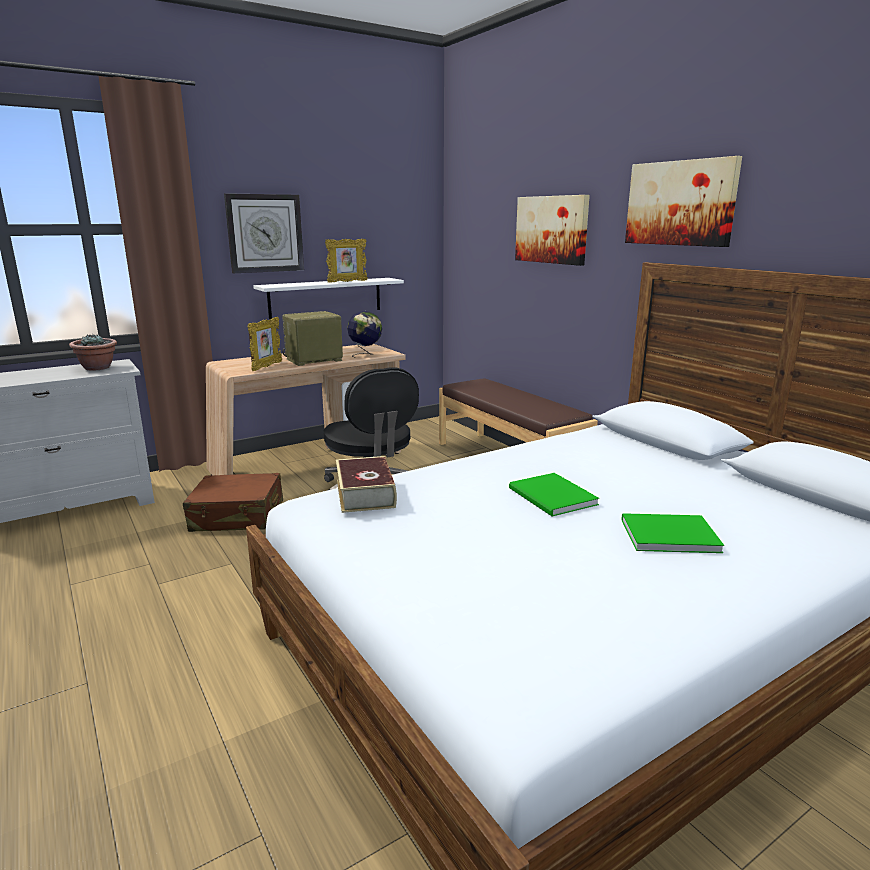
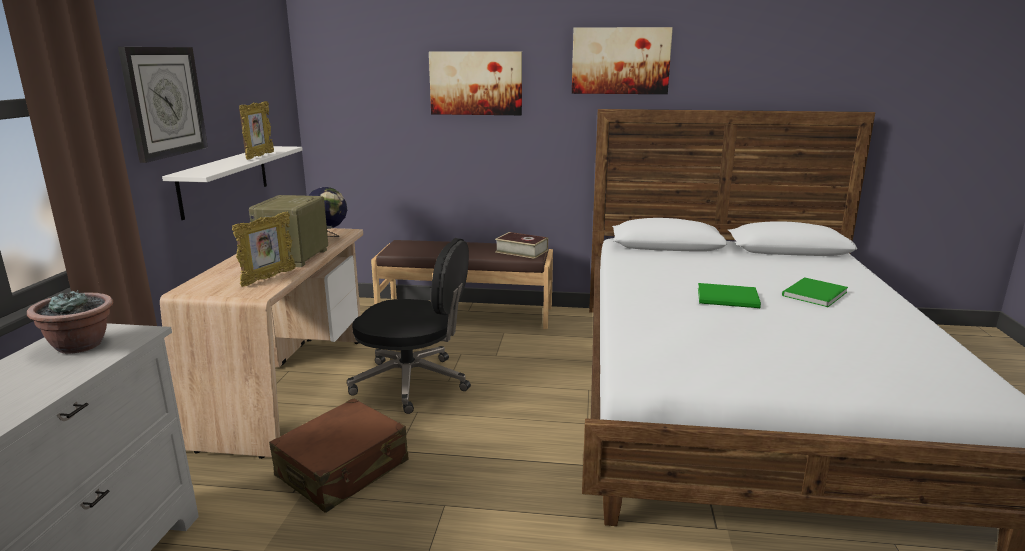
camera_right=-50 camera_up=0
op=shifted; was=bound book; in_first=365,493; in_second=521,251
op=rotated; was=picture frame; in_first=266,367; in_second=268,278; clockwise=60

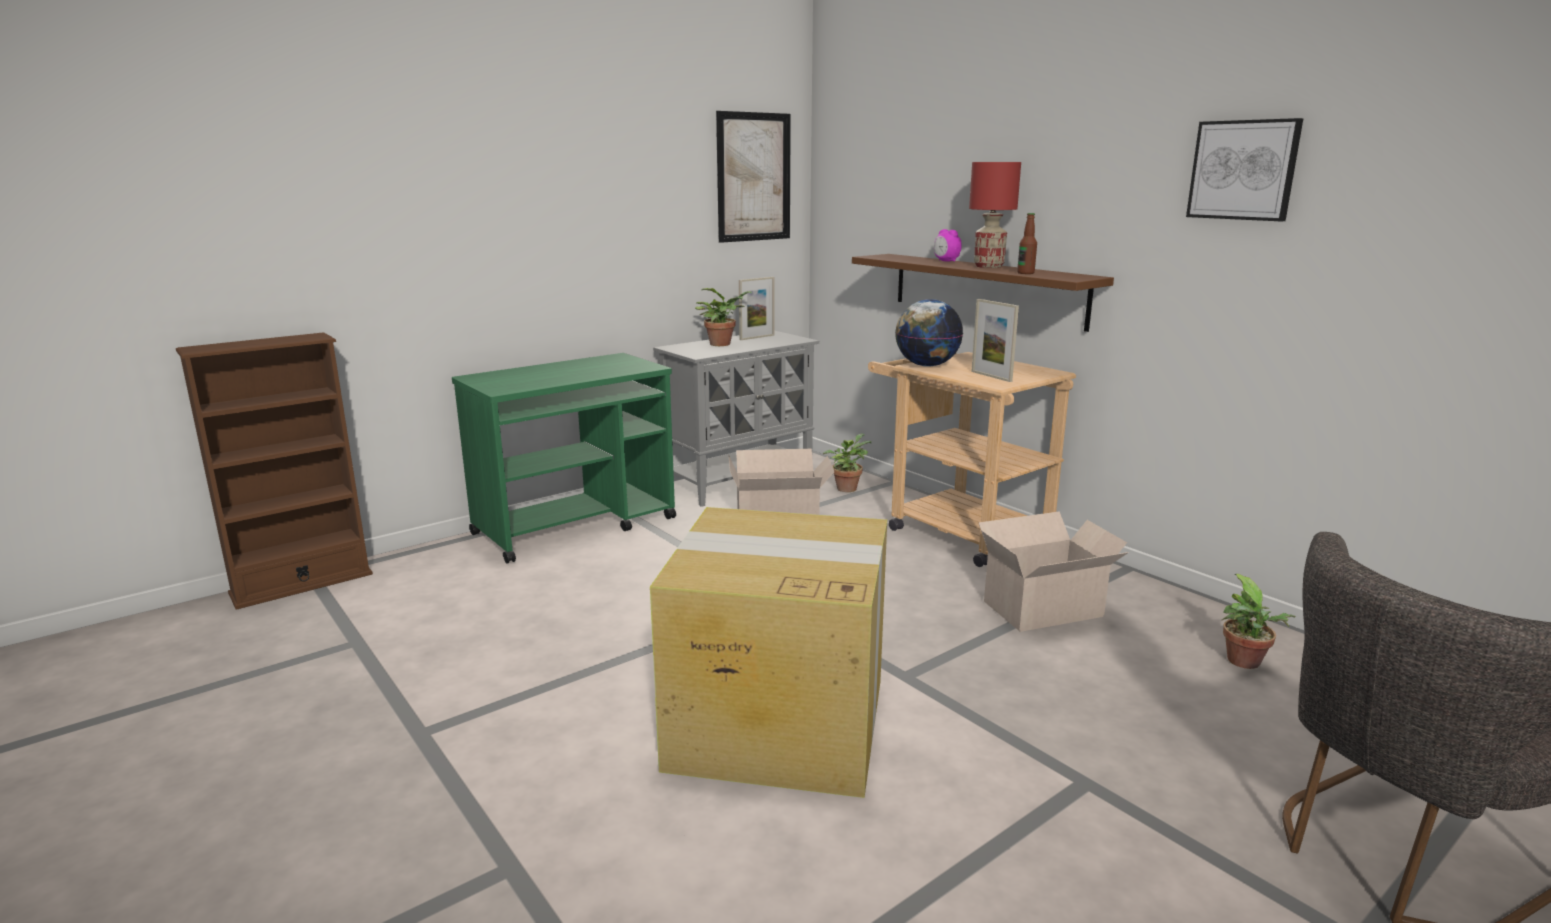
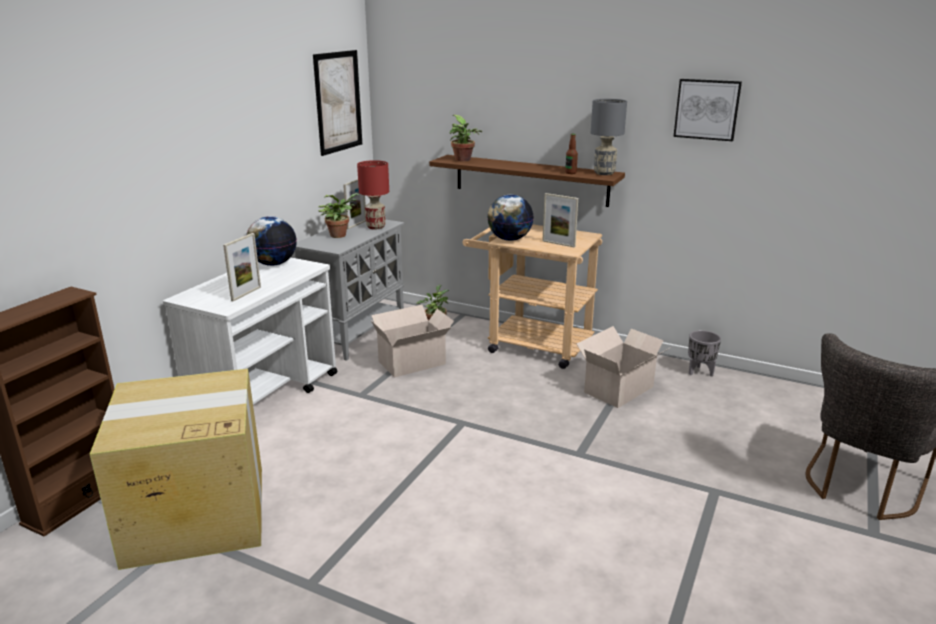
camera_right=-25 camera_up=5
op=gone; was=bedside clock; in_first=946,261
op=new; now=picture frame; in_second=246,294
op=new; now=world globe; in_second=273,264
op=new; now=greyish table lamp; in_second=604,173
op=new; now=greyish flower pot; in_second=700,372
op=shifted; was=carton; in_first=775,723; in_second=194,515
op=shifted; was=red-coloured table lamp; in_first=988,266; in_second=376,227
op=shifted; was=houseplant; in_first=1246,663; in_second=464,160
op=repainted; was=green cart; now=white cart; in_first=576,526; in_second=266,396

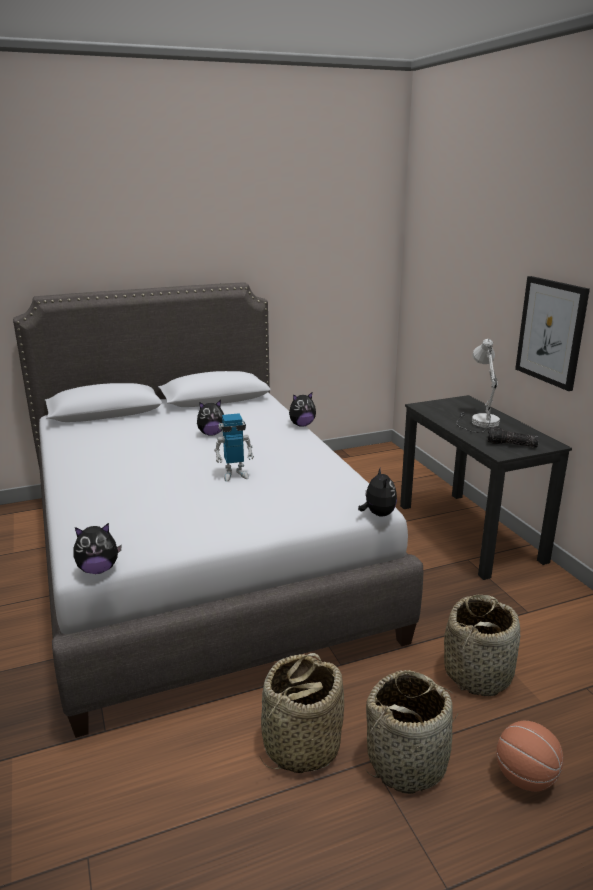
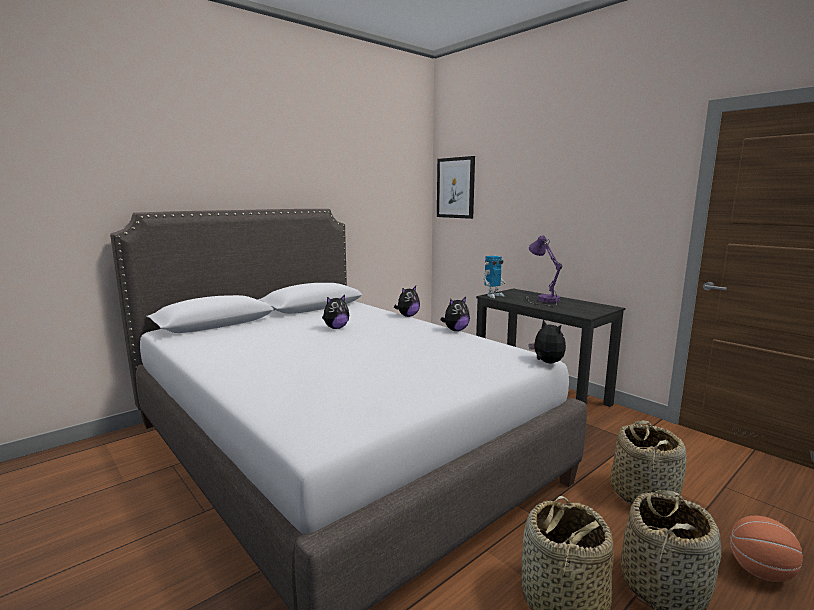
camera_right=-20 camera_up=-10
op=gone; was=torch; in_first=511,445
op=shifted; was=soft toy; in_first=98,569; in_second=455,330
op=shifted; was=robot figure; in_first=235,475; in_second=493,296
op=shifted; was=wall picture; in_first=551,332; in_second=455,188
op=repainted; was=white table lamp; now=purplish table lamp; in_first=476,421; in_second=541,300

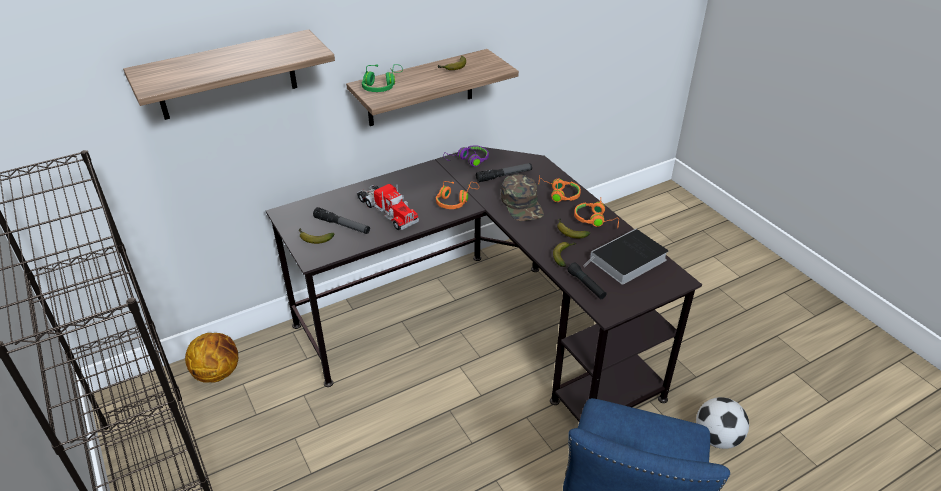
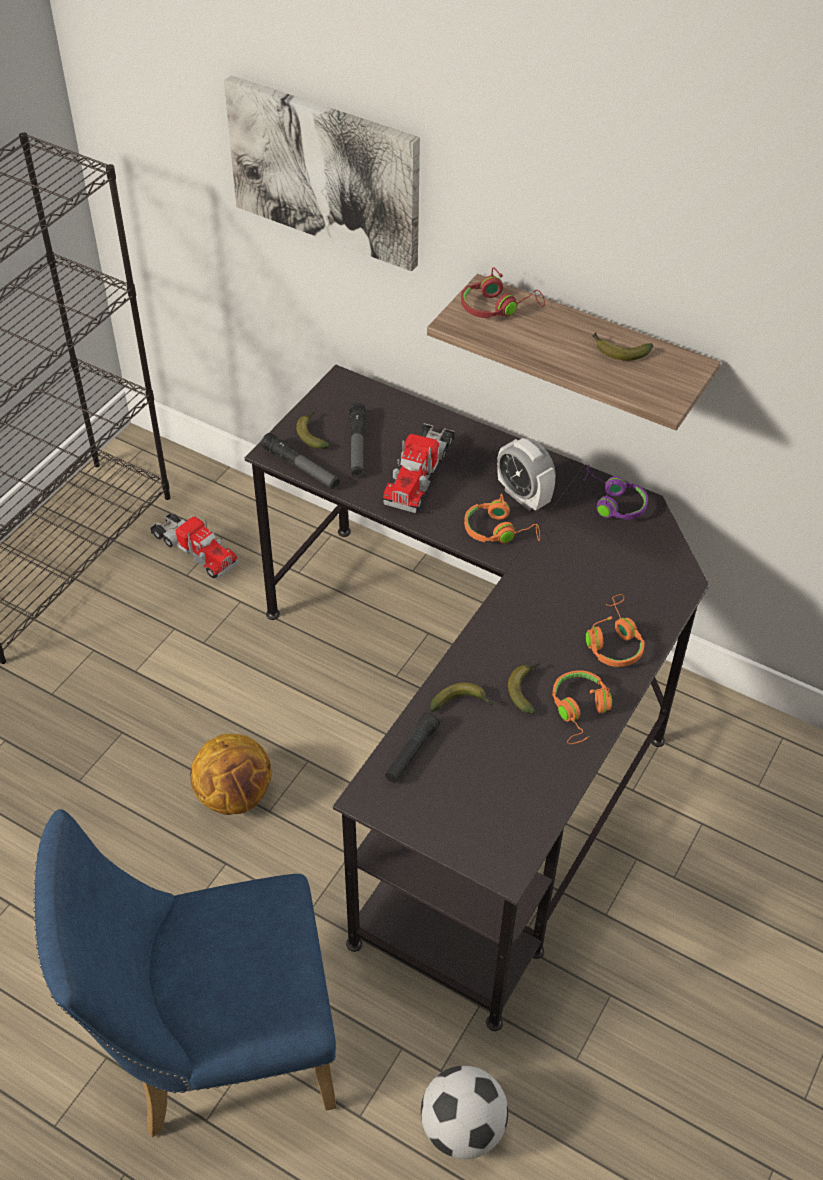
camera_right=60 camera_up=10
op=gone; was=green cap; in_first=522,204
op=gone; was=bound book; in_first=627,261
op=new; now=model truck; in_second=194,550
op=new; now=bedside clock; in_second=523,496
op=shifted; was=ball for basketball; in_first=218,372; in_second=235,795
op=shifted; was=torch; in_first=504,176; in_second=301,467
op=swapped; was=shelf; now=wall picture; in_first=226,75; in_second=325,171
op=repainted; was=green headset; now=red-coloured headset; in_first=382,85; in_second=498,307

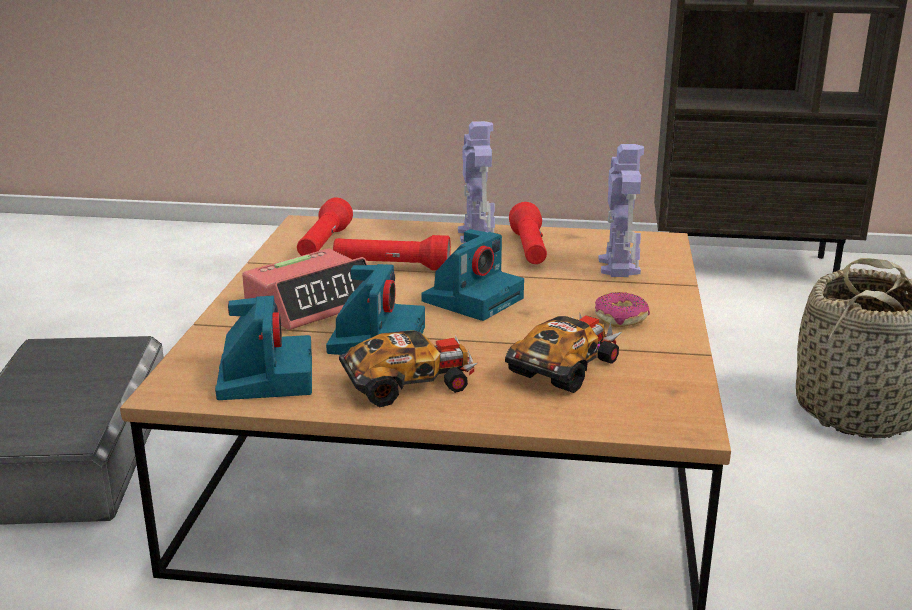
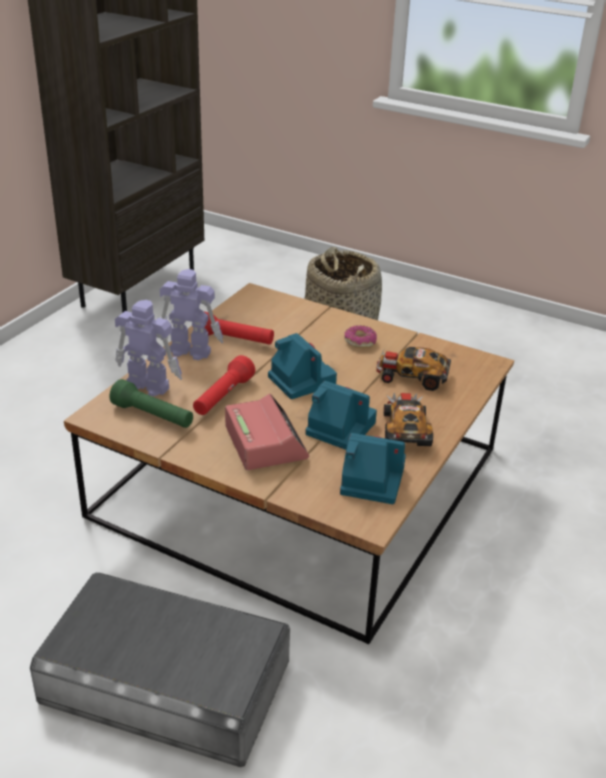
camera_right=-70 camera_up=10
op=shifted; was=robot figure; in_first=618,265; in_second=147,385
op=repainted; was=red-coloured torch; now=green torch; in_first=323,245; in_second=153,416
op=rotated; was=toy car; in_first=565,367; in_second=411,376; clockwise=-45

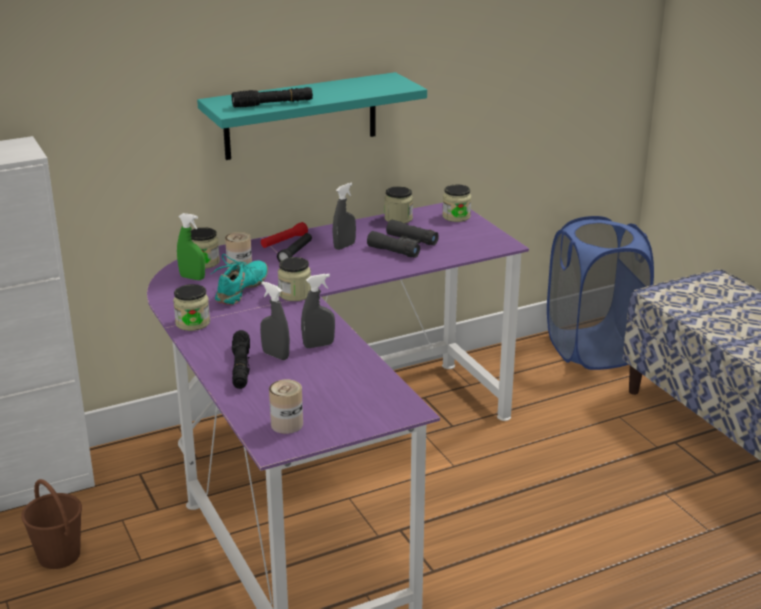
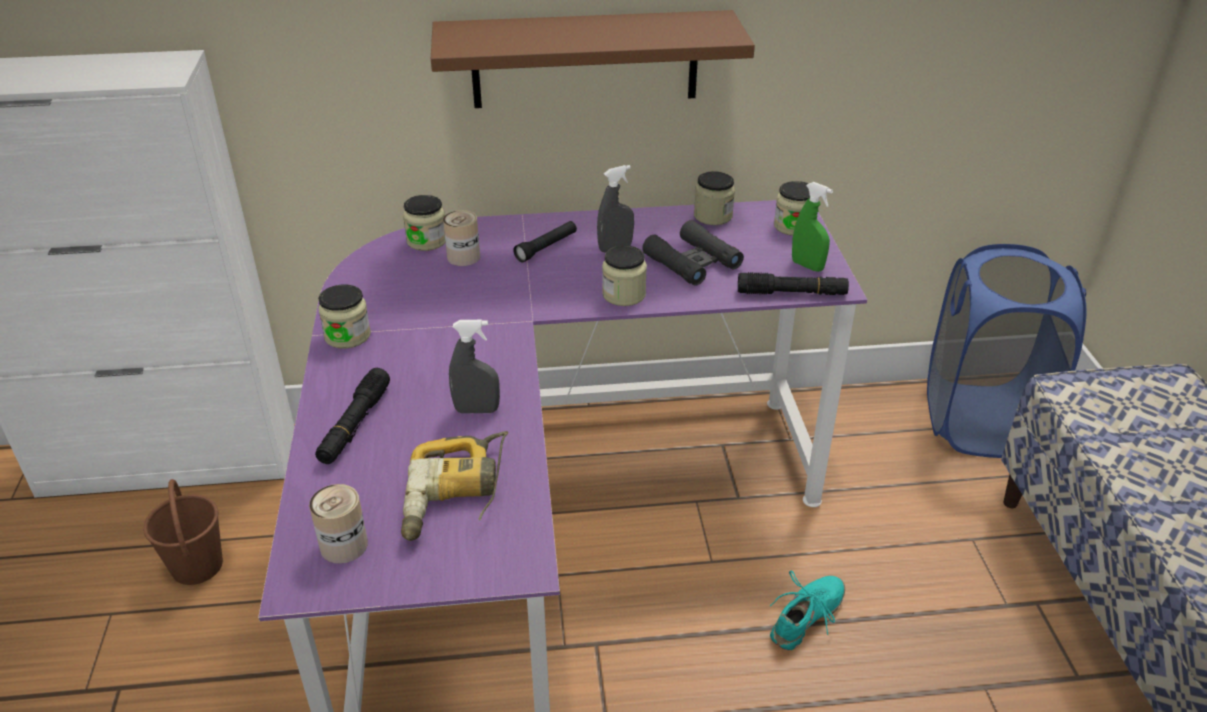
camera_right=20 camera_up=10
op=gone; was=greyish sprayer; in_first=275,355
op=gone; was=red-coloured torch; in_first=284,241
op=new; now=electric drill; in_second=456,496
op=shifted; was=green sprayer; in_first=192,278; in_second=807,266
op=shifted; was=blue-green shoe; in_first=242,290; in_second=806,619
op=shifted; was=black torch; in_first=273,104; in_second=792,293
op=shifted; was=storage jar; in_first=295,294; in_second=624,294
op=repainted; was=blue-green shelf; now=brown shelf; in_first=301,116; in_second=585,59

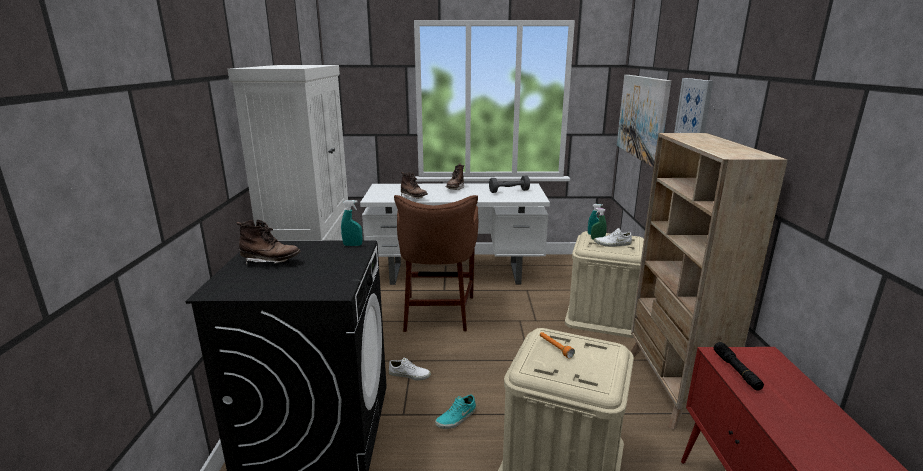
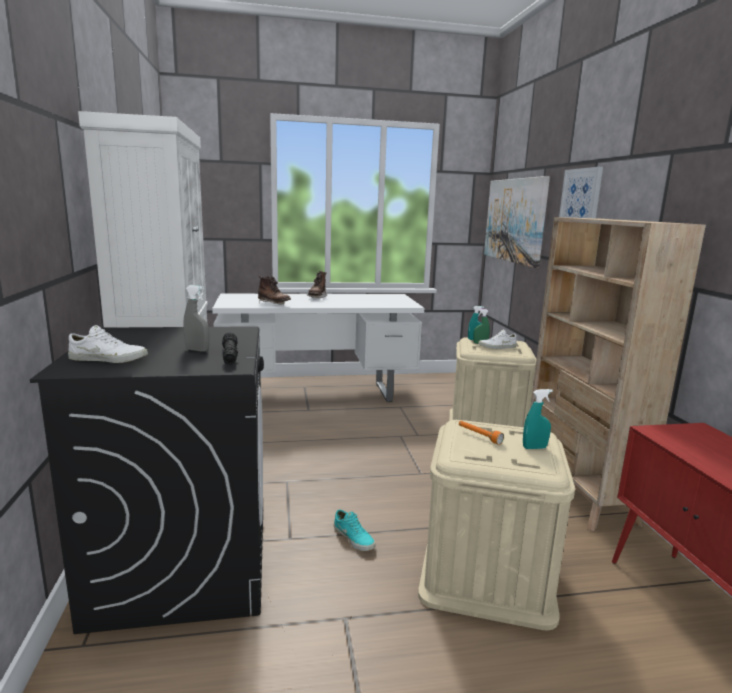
camera_right=-10 camera_up=-5
op=gone; was=brown high-top boot; in_first=270,261
op=gone; was=brown sitting stool; in_first=438,312
op=gone; was=greyish dumbbell; in_first=509,191
op=new; now=greyish sprayer; in_second=197,350
op=shifted; was=blue-green sprayer; in_first=352,245; in_second=534,448
op=shifted; was=white shoe; in_first=410,374; in_second=109,359
op=shifted; was=black torch; in_first=736,371; in_second=230,355
op=rotated; was=blue-green shoe; in_first=456,418; in_second=354,538; clockwise=-75

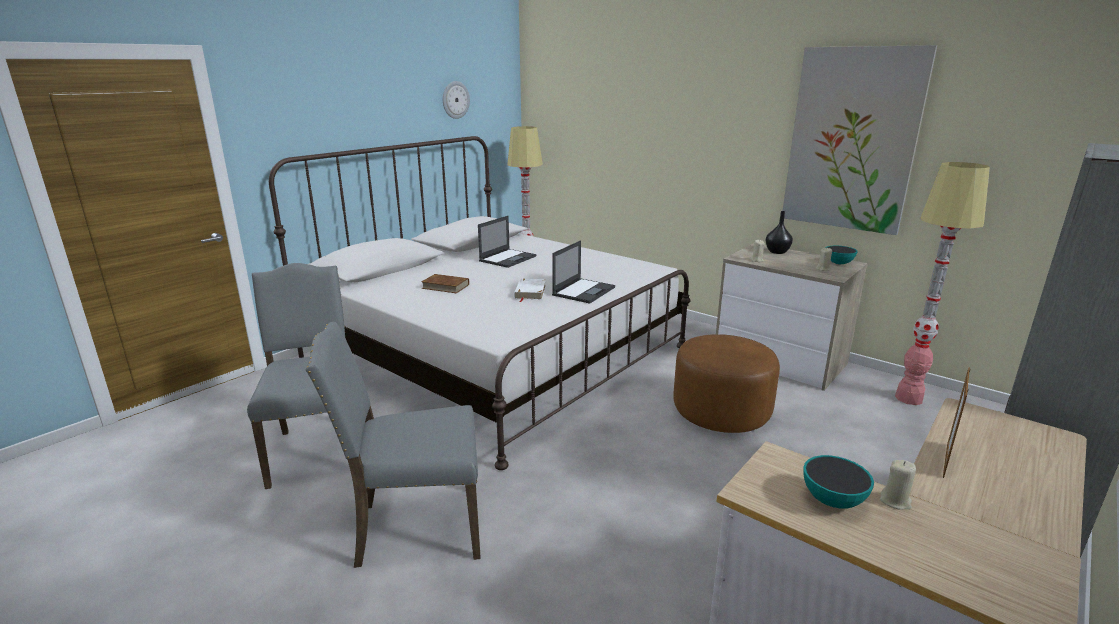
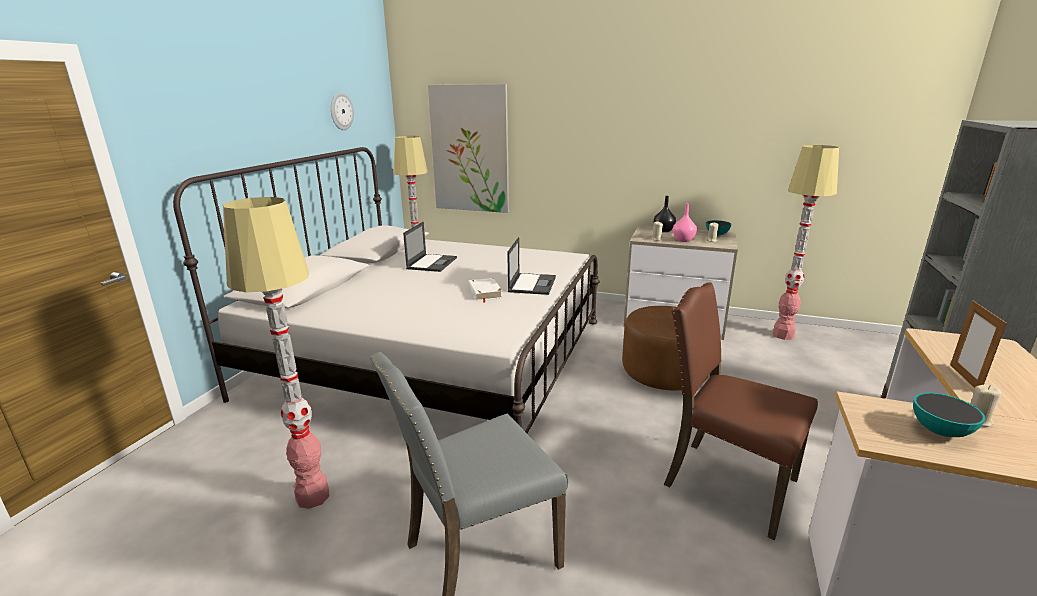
camera_right=-20 camera_up=0
op=gone; was=brown bound book; in_first=445,286
op=new; now=brown upright chair; in_second=726,482
op=new; now=pinkish flower vase; in_second=683,240
op=shifted; was=wall picture; in_first=852,140; in_second=470,149
op=swapped; was=greyish upright chair; now=standard lamp; in_first=318,449; in_second=312,496

